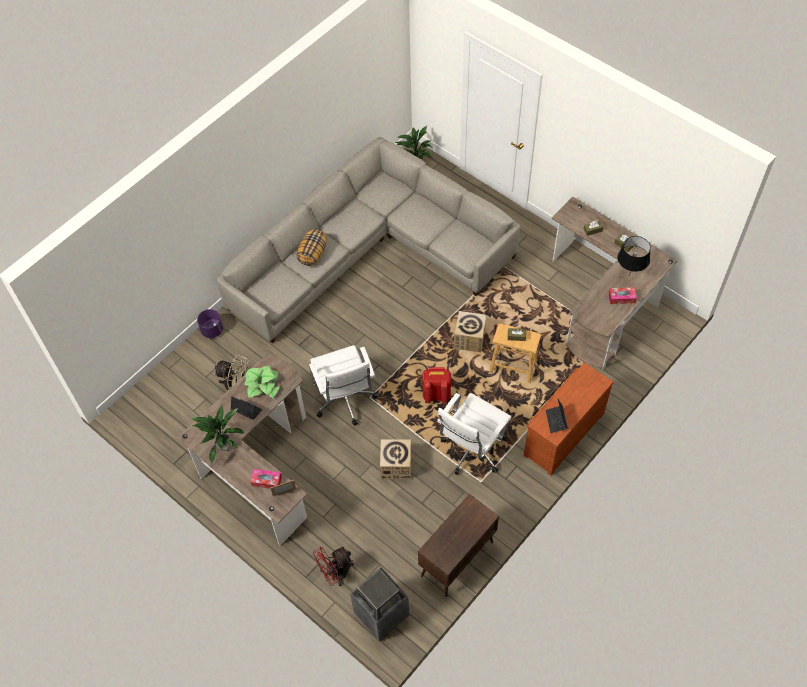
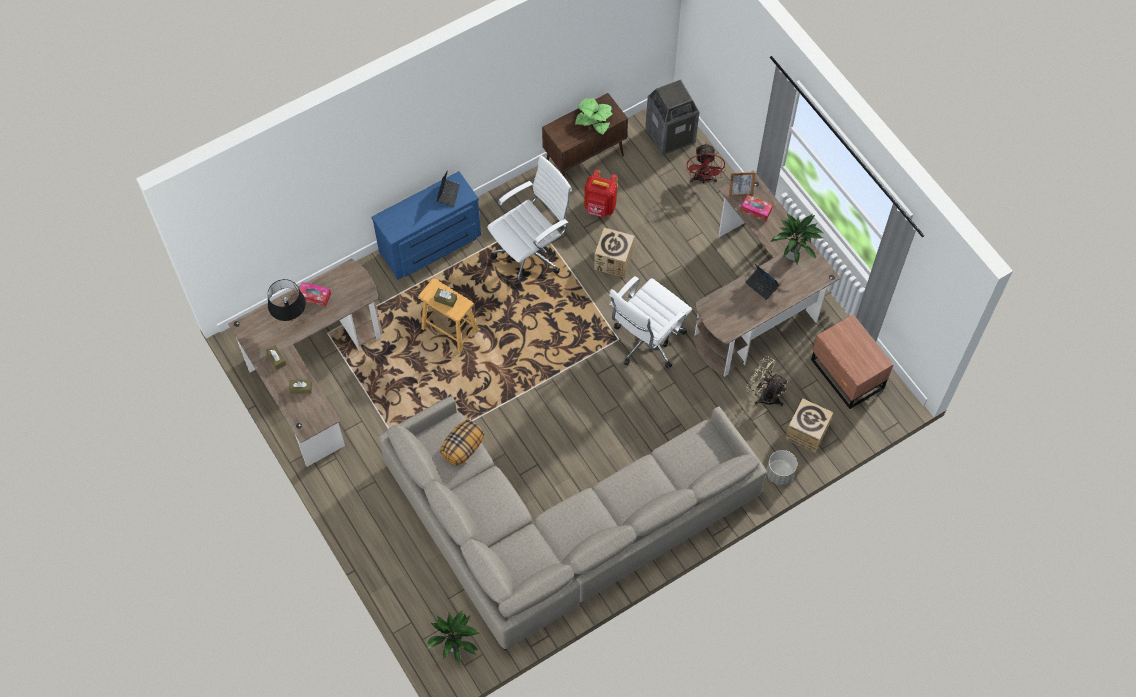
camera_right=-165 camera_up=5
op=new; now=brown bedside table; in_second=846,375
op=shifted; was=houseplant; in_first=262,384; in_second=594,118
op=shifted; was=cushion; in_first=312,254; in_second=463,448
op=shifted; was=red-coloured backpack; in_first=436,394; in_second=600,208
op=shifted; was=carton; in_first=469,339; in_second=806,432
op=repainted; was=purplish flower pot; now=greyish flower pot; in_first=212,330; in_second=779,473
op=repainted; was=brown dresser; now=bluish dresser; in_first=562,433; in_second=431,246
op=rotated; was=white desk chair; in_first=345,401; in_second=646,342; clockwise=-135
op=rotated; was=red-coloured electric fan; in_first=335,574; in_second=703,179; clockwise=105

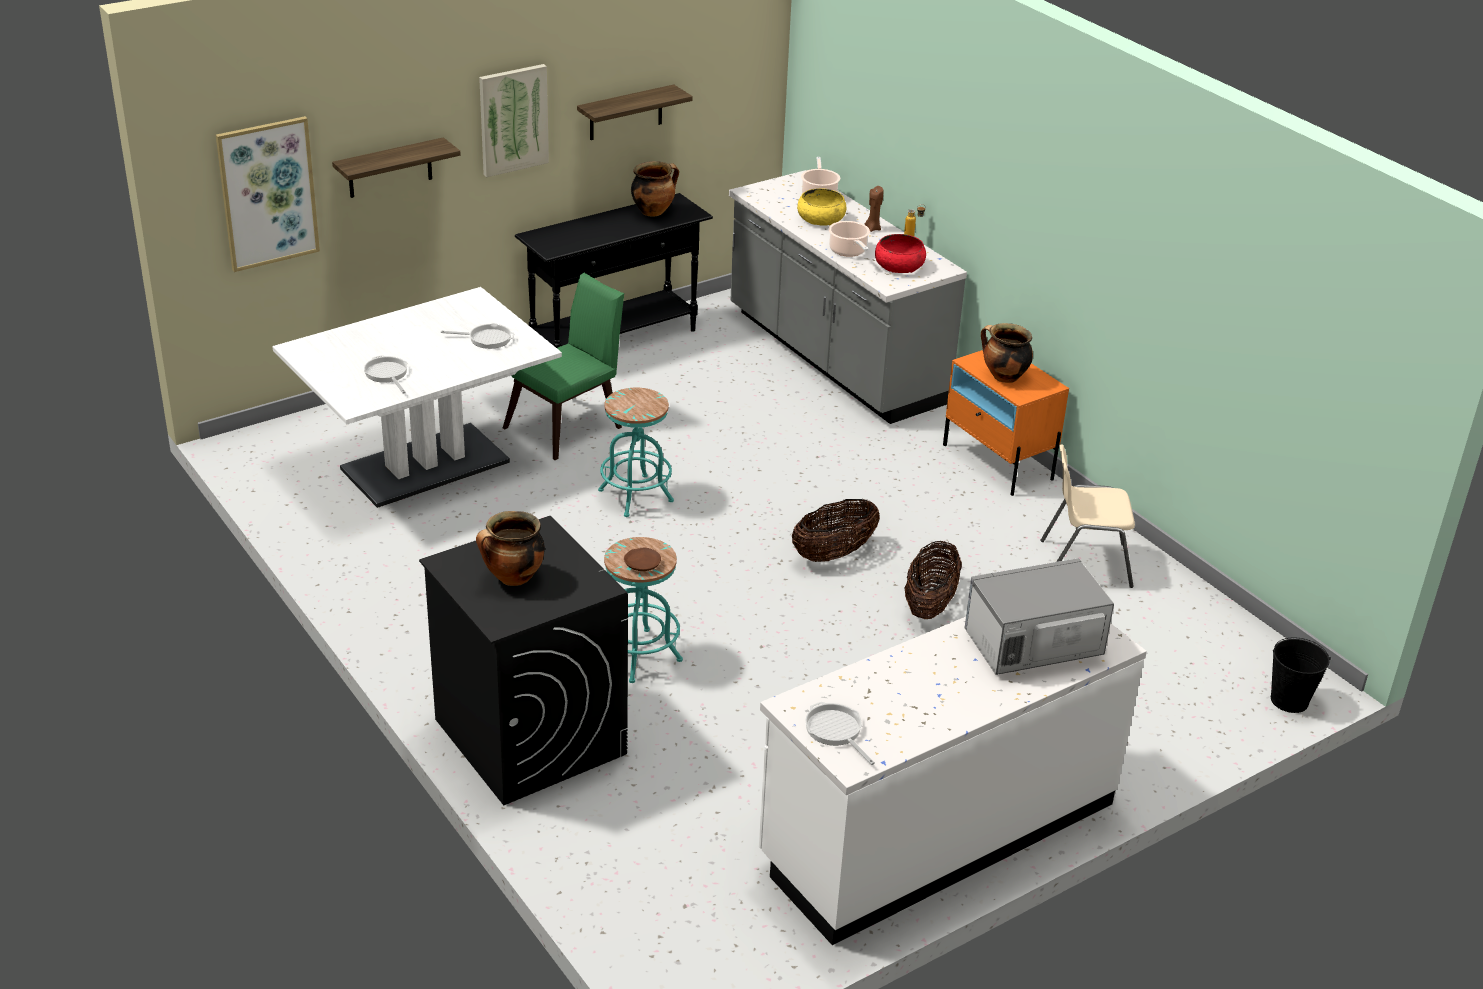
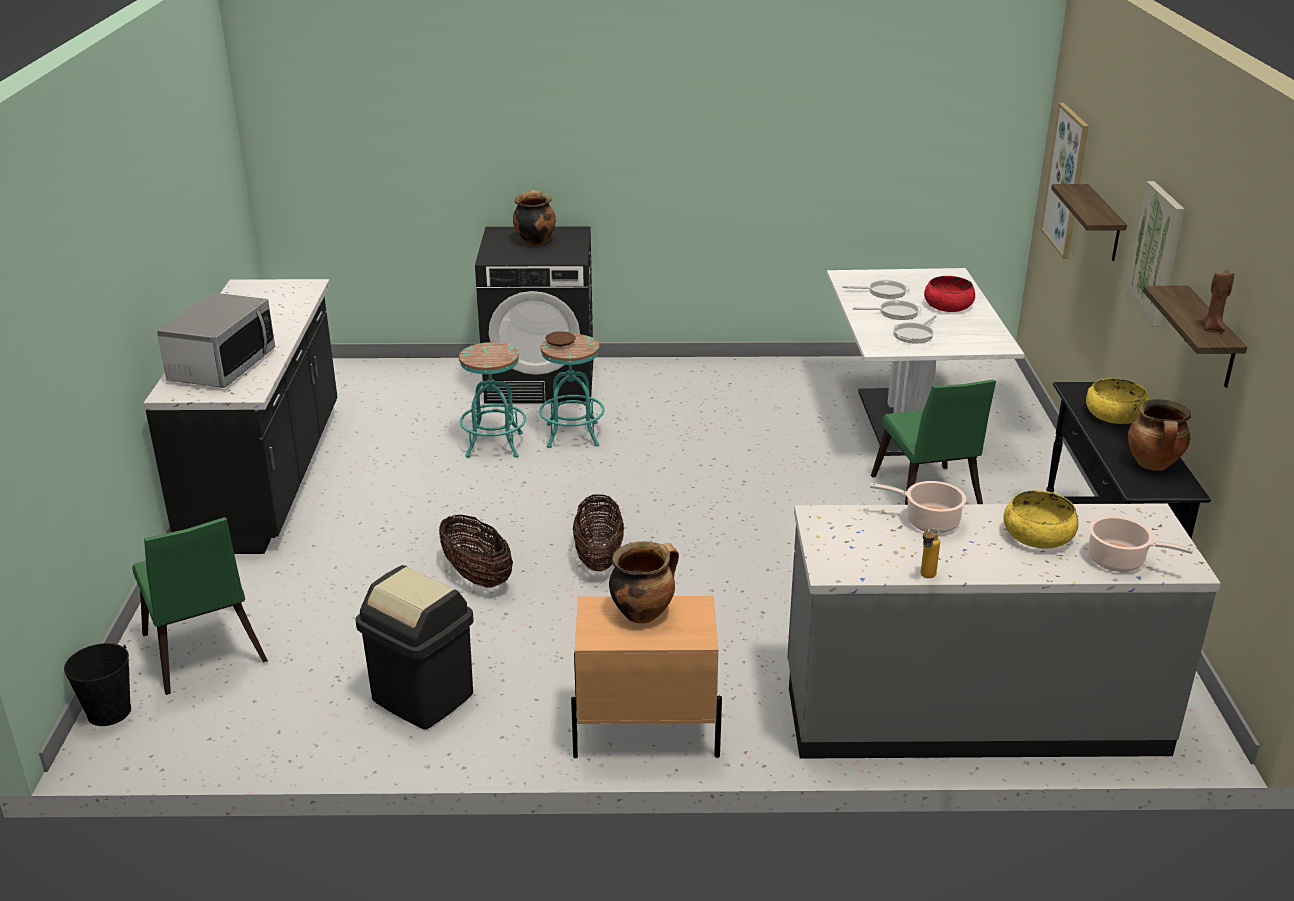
camera_right=125 camera_up=-5
op=new; now=green upright chair; in_second=204,654
op=new; now=yellow-coloured deep dish; in_second=1114,415
op=shifted; was=blue-green sitting stool; in_first=635,496; in_second=494,445
op=shifted; was=skillet; in_first=835,731; in_second=895,313
op=shifted; was=brown wax candle; in_first=872,228; in_second=1212,328
op=shifted; was=red-coloured deep dish; in_first=899,266; in_second=948,306
op=swapped; was=beige-coloured upright chair; now=black waste bin; in_first=1084,562; in_second=423,697
op=repainted; was=white counter; now=black counter; in_first=937,831; in_second=268,477
op=repainted; was=orange bedside table; now=beige-coloured bedside table; in_first=998,462; in_second=645,732

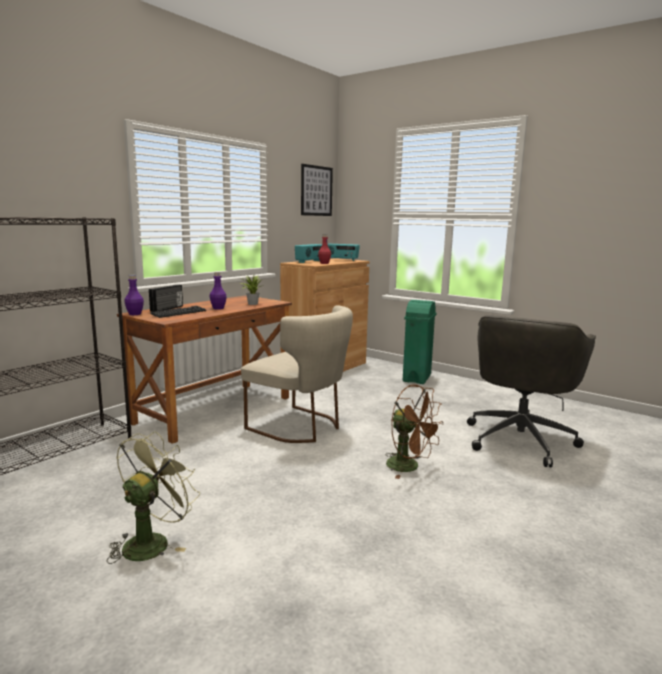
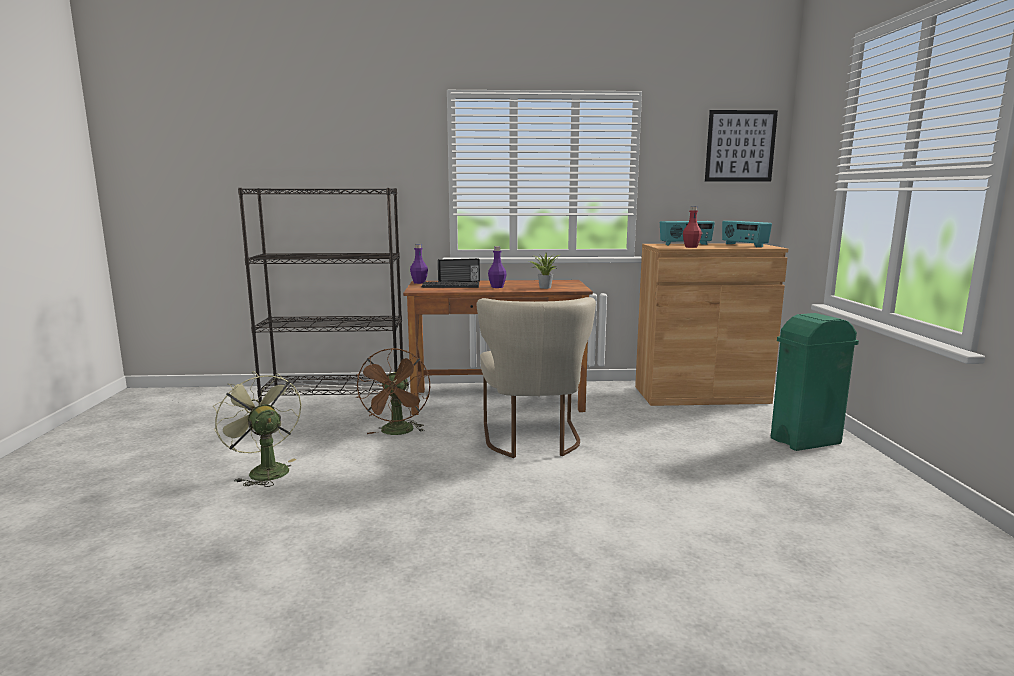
camera_right=50 camera_up=0
op=gone; was=greyish desk chair; in_first=520,439
op=shifted; was=brown electric fan; in_first=409,467; in_second=397,432
op=rotated; was=green electric fan; in_first=152,541; in_second=264,471; clockwise=-120

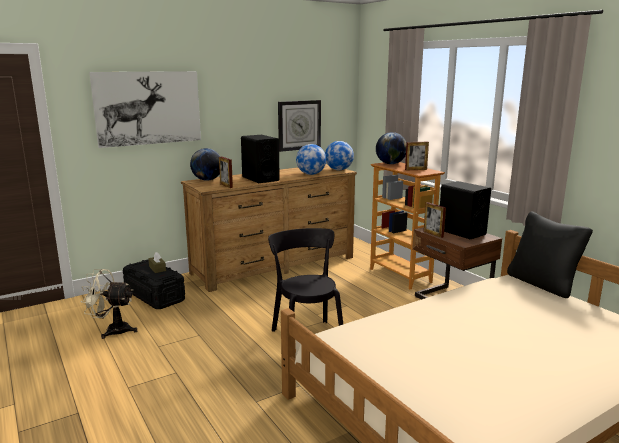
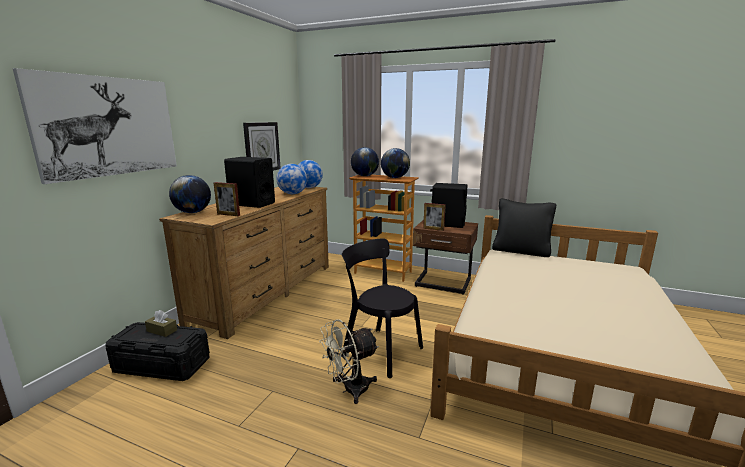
camera_right=-35 camera_up=0
op=shifted; was=beige-coloured electric fan; in_first=112,330; in_second=350,390
op=swapped; was=picture frame; now=world globe; in_first=416,169; in_second=395,178

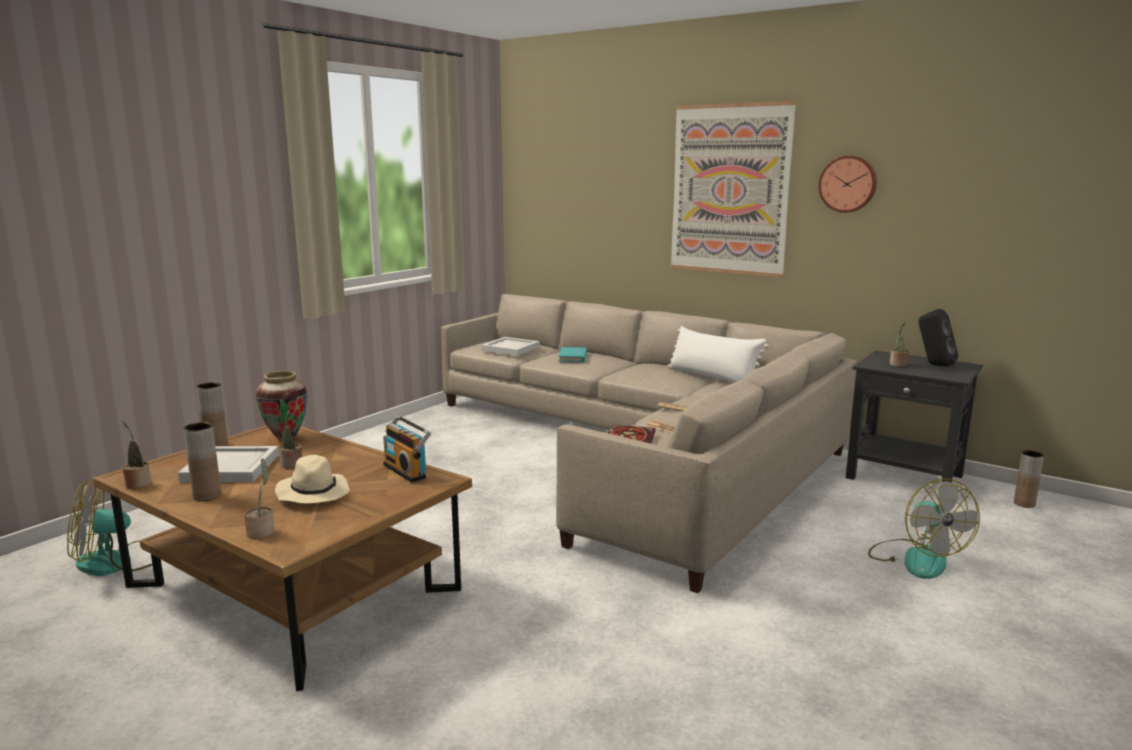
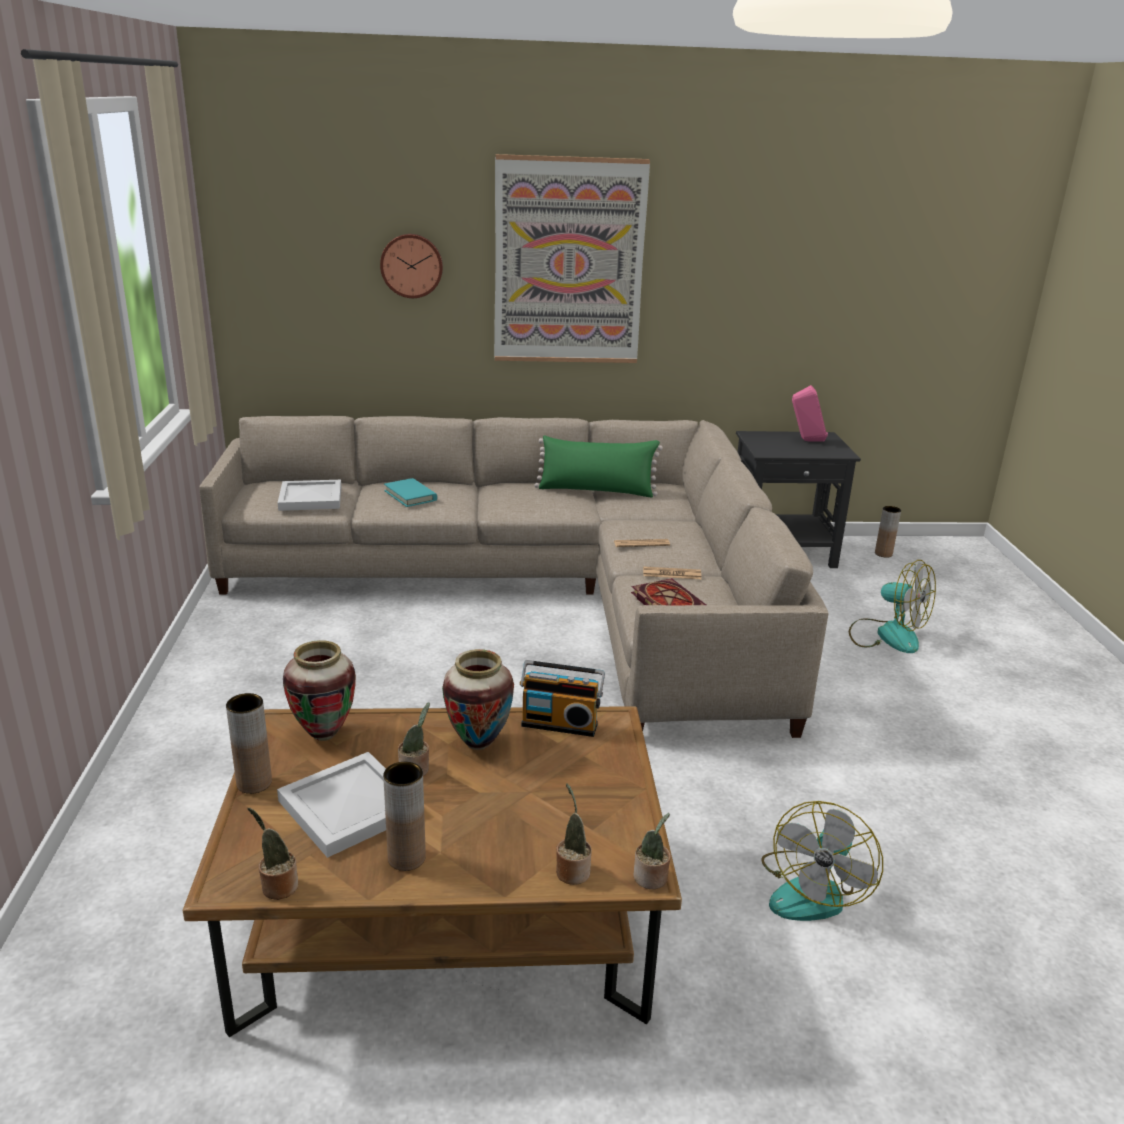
camera_right=-40 camera_up=10
op=gone; was=beige-coloured hat; in_first=313,493
op=new; now=flower vase; in_second=478,744
op=shifted; was=electric fan; in_first=117,562; in_second=813,890
op=shifted; was=clock on the wall; in_first=848,184; in_second=411,265
op=shifted; was=houseplant; in_first=898,365; in_second=651,879
op=repainted; was=white cushion; now=green cushion; in_first=713,377; in_second=596,491
op=repainted; was=black audio speaker; now=pinkish audio speaker; in_first=933,364; in_second=806,440

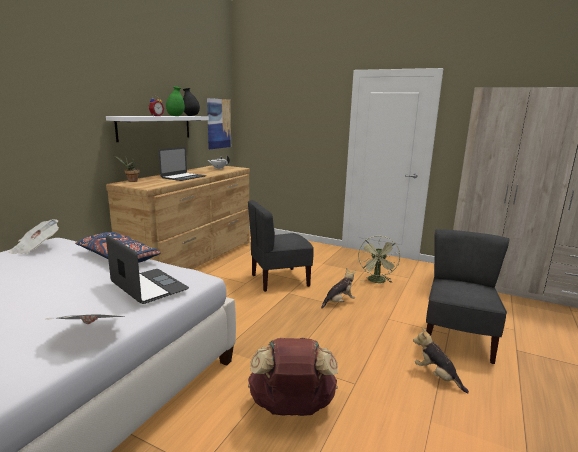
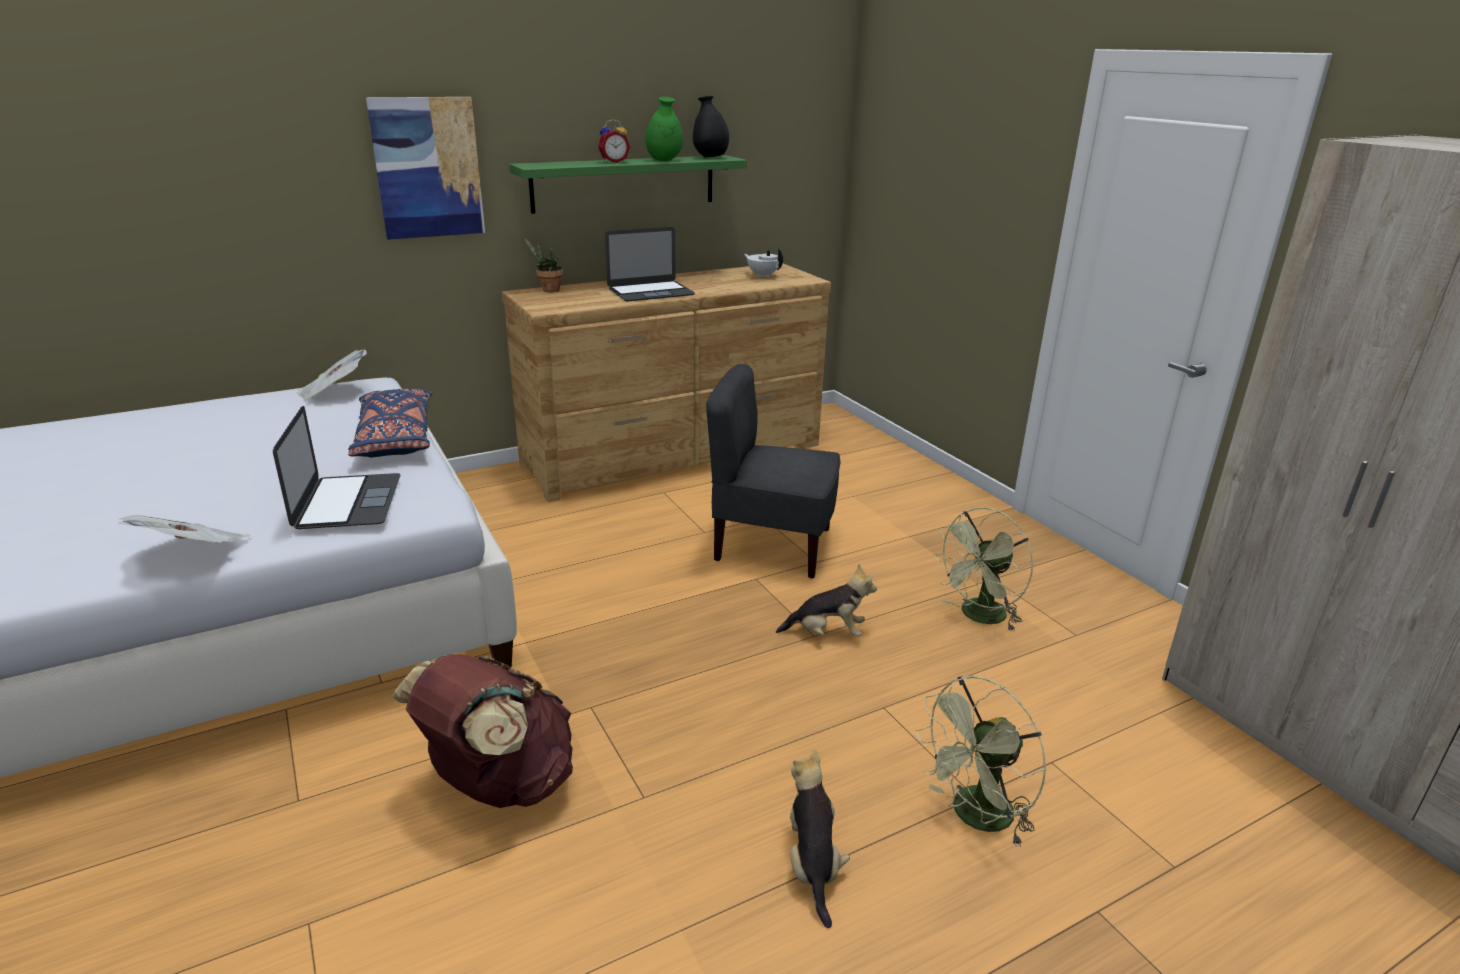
camera_right=35 camera_up=10
op=shifted; was=wall picture; in_first=218,123; in_second=428,168
op=swapped; was=greyish upright chair; now=green electric fan; in_first=456,339; in_second=975,818
op=repainted; was=white shelf; now=green shelf; in_first=155,127; in_second=624,183

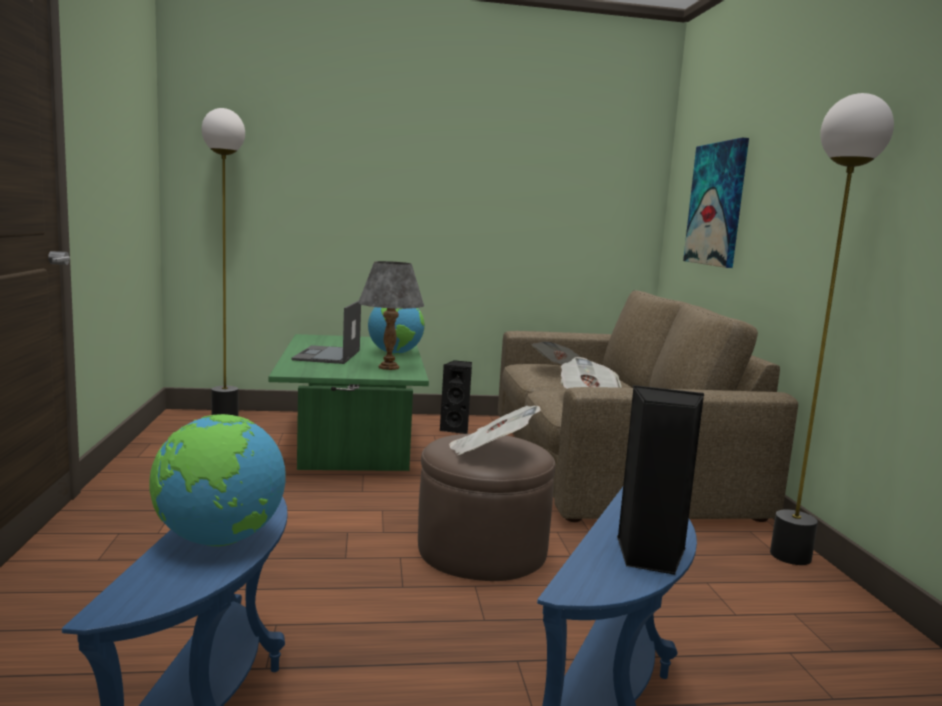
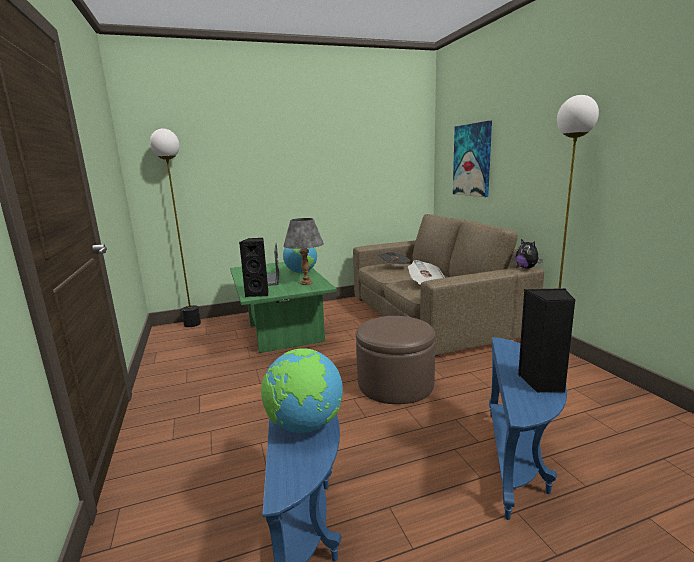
camera_right=-10 camera_up=5
op=gone; was=printed paper; in_first=490,452
op=new; now=soft toy; in_second=527,268
op=shifted; was=black audio speaker; in_first=456,429; in_second=259,293

